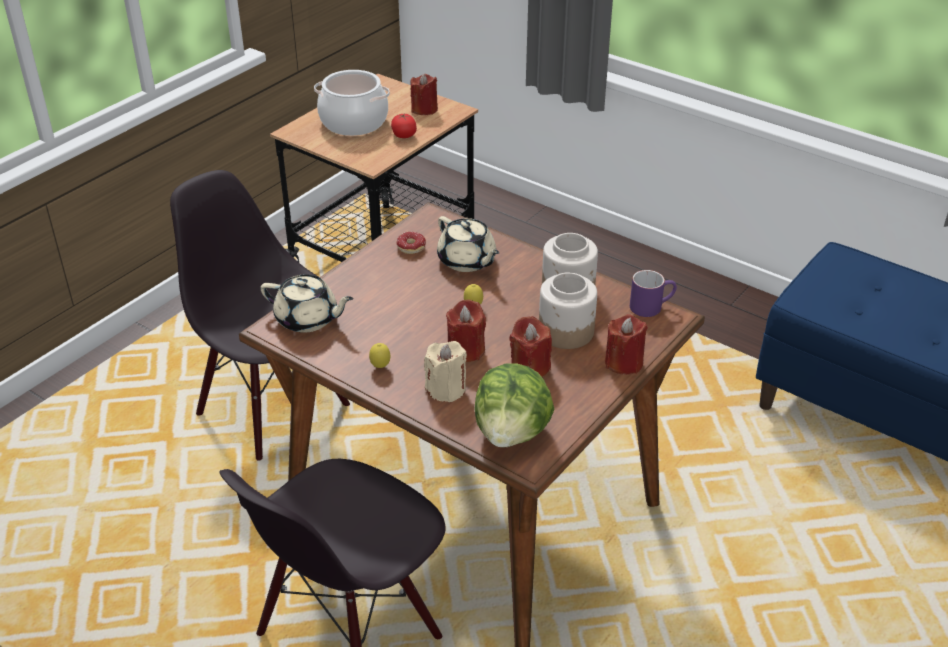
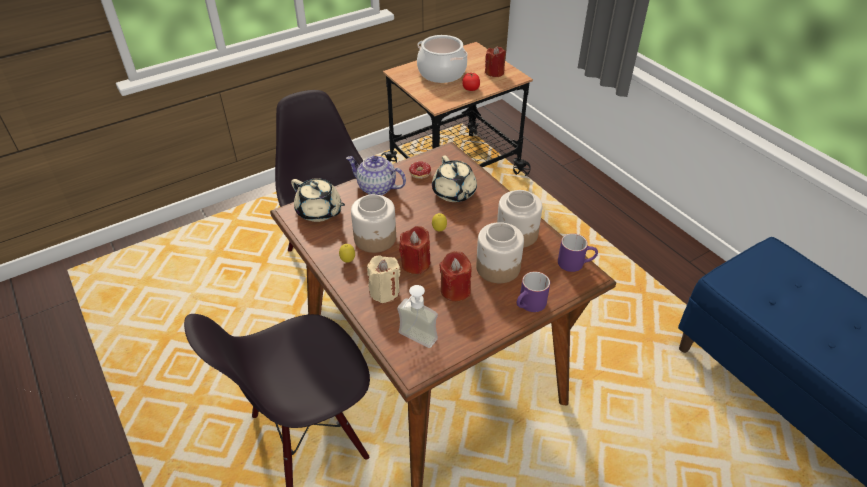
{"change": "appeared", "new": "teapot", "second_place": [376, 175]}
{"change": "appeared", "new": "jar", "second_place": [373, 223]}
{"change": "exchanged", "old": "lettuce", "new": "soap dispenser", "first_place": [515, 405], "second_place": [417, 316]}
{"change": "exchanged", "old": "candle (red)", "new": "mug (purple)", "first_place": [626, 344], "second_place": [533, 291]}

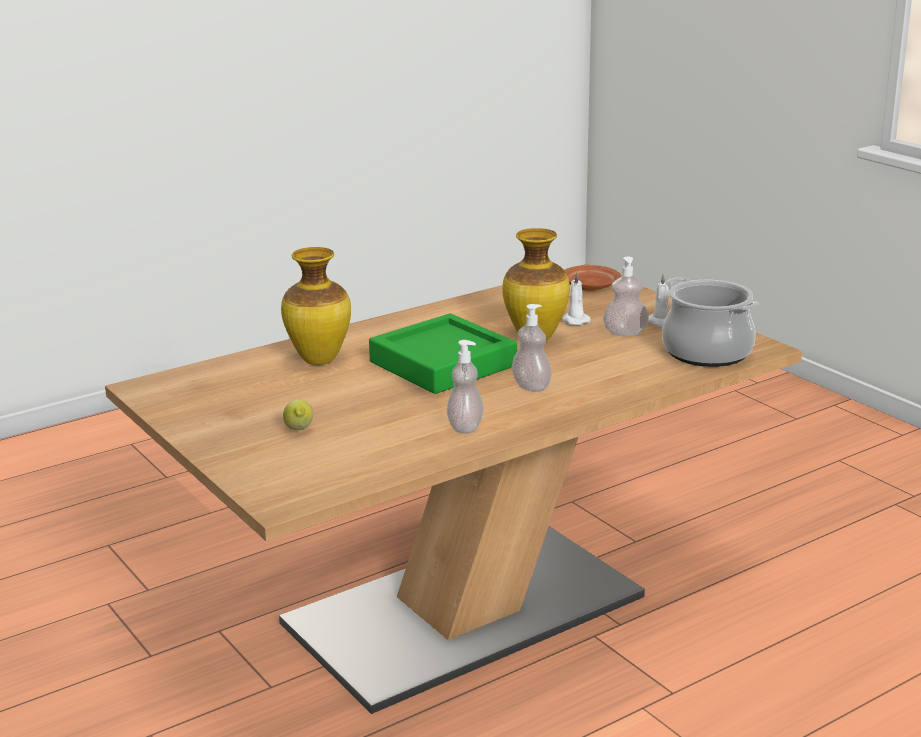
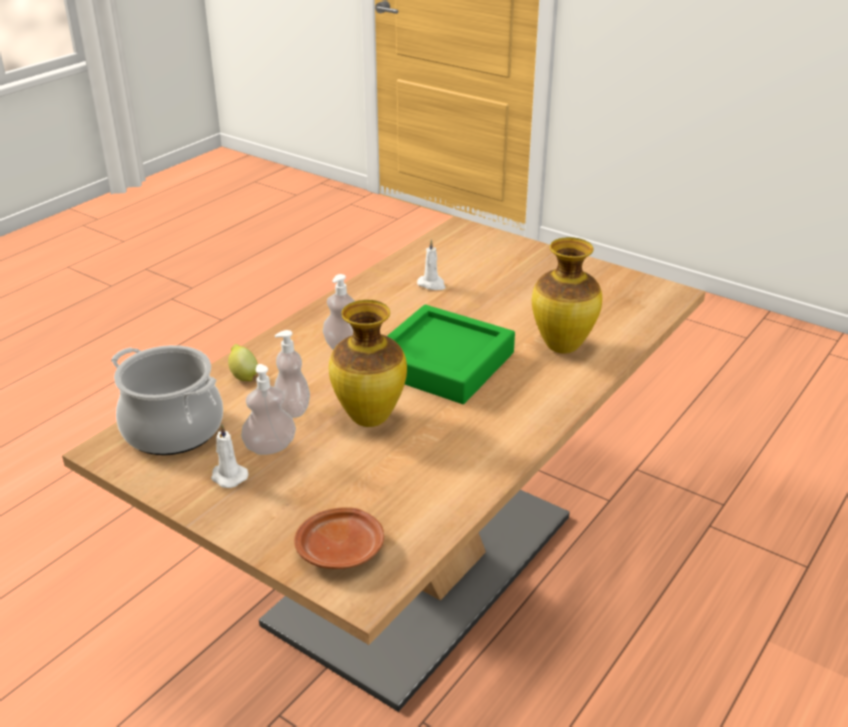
{"change": "relocated", "old": "lemon", "first_place": [298, 415], "second_place": [243, 362]}
{"change": "relocated", "old": "soap dispenser", "first_place": [465, 387], "second_place": [292, 374]}
{"change": "relocated", "old": "candle (white)", "first_place": [576, 298], "second_place": [431, 264]}

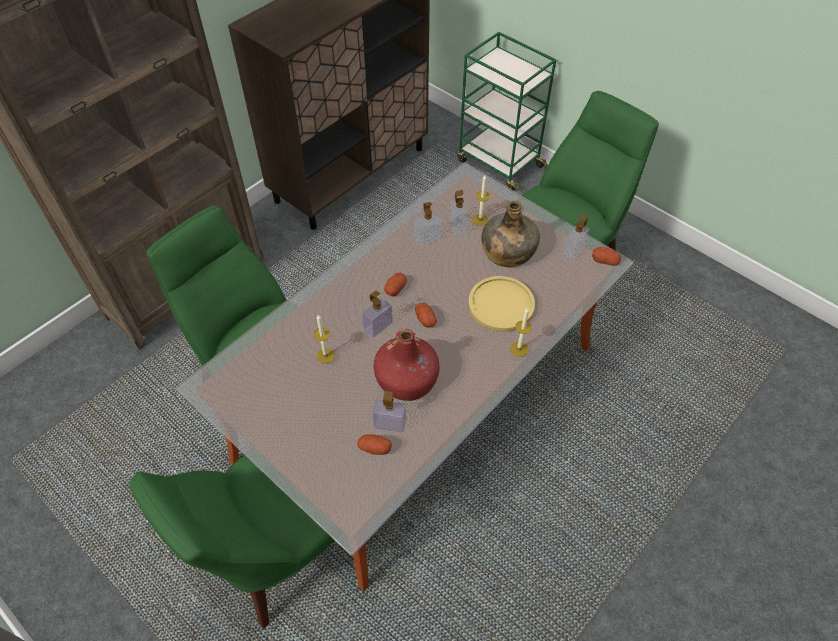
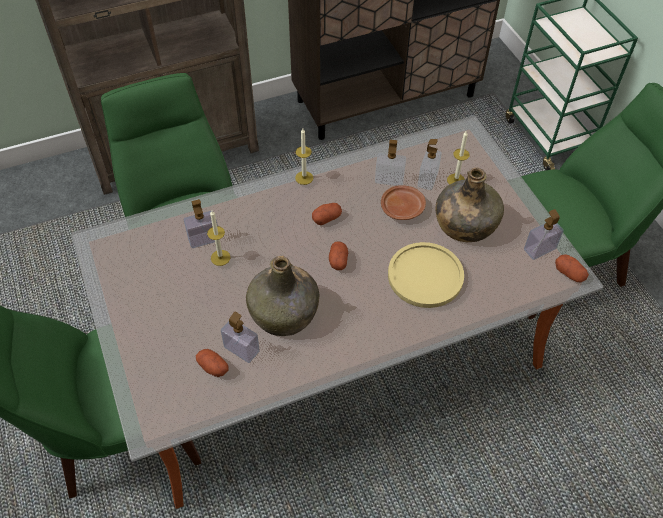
{"change": "appeared", "new": "plate (brown)", "second_place": [403, 202]}
{"change": "relocated", "old": "soap dispenser", "first_place": [377, 314], "second_place": [201, 223]}
{"change": "relocated", "old": "candle", "first_place": [521, 332], "second_place": [304, 157]}
{"change": "colour", "old": "bottle (red)", "new": "bottle (green)", "first_place": [407, 365], "second_place": [282, 296]}

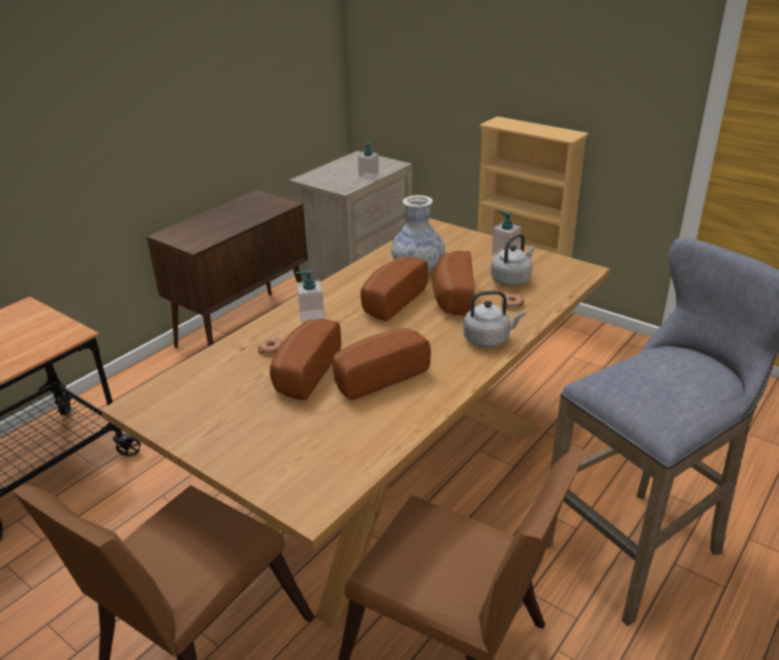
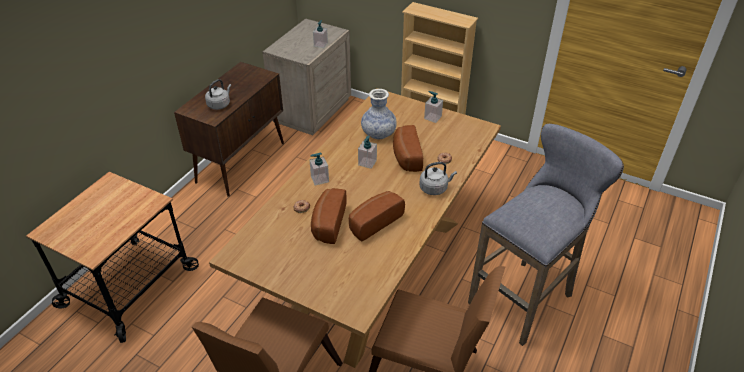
{"change": "relocated", "old": "kettle (grey)", "first_place": [513, 260], "second_place": [218, 94]}
{"change": "exchanged", "old": "bread", "new": "soap dispenser", "first_place": [394, 288], "second_place": [367, 152]}

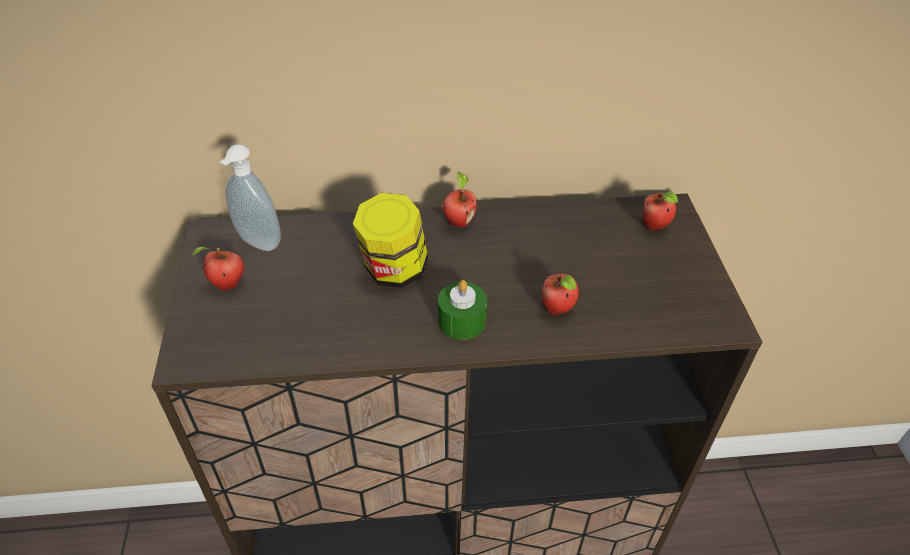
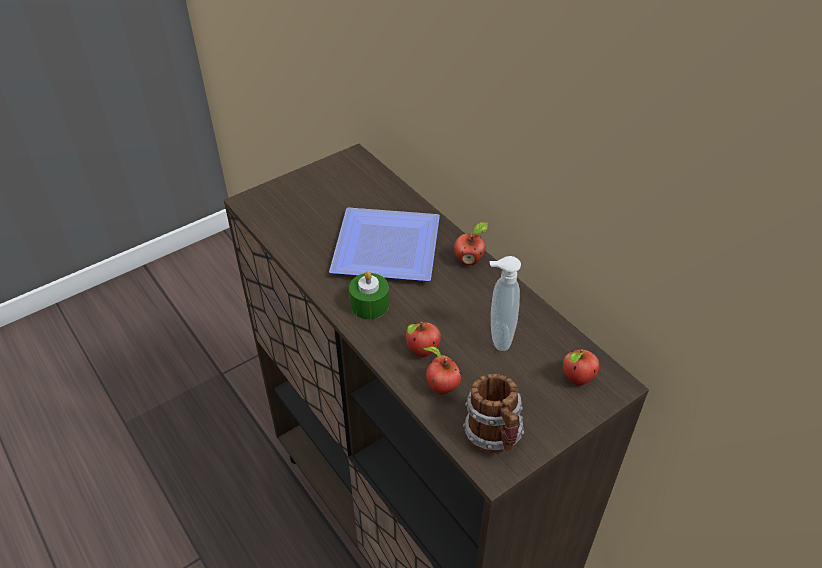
{"change": "appeared", "new": "mug", "second_place": [493, 413]}
{"change": "relocated", "old": "apple", "first_place": [218, 268], "second_place": [442, 370]}
{"change": "relocated", "old": "soap dispenser", "first_place": [250, 197], "second_place": [505, 303]}
{"change": "exchanged", "old": "jar", "new": "plate", "first_place": [390, 240], "second_place": [384, 244]}

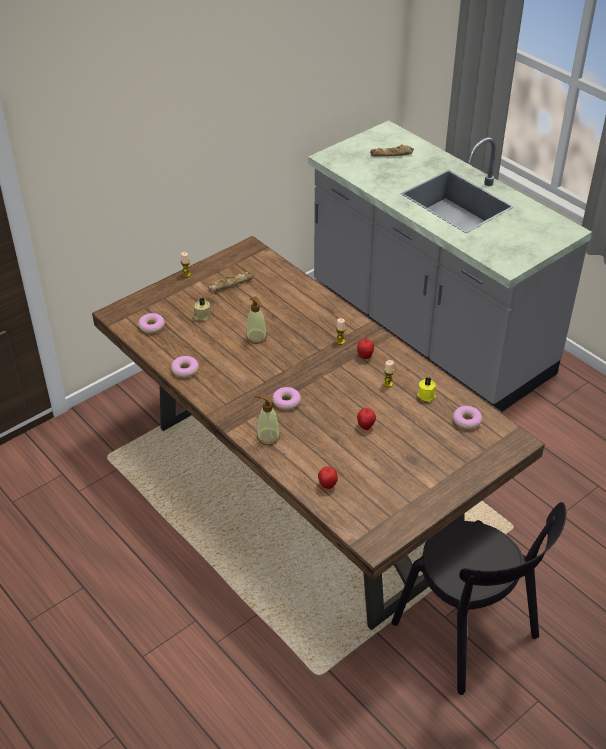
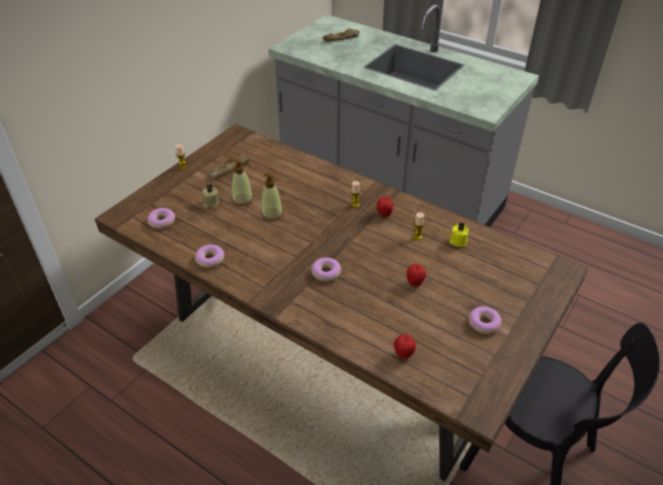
{"change": "relocated", "old": "soap dispenser", "first_place": [267, 419], "second_place": [240, 182]}
{"change": "relocated", "old": "donut", "first_place": [467, 417], "second_place": [485, 320]}

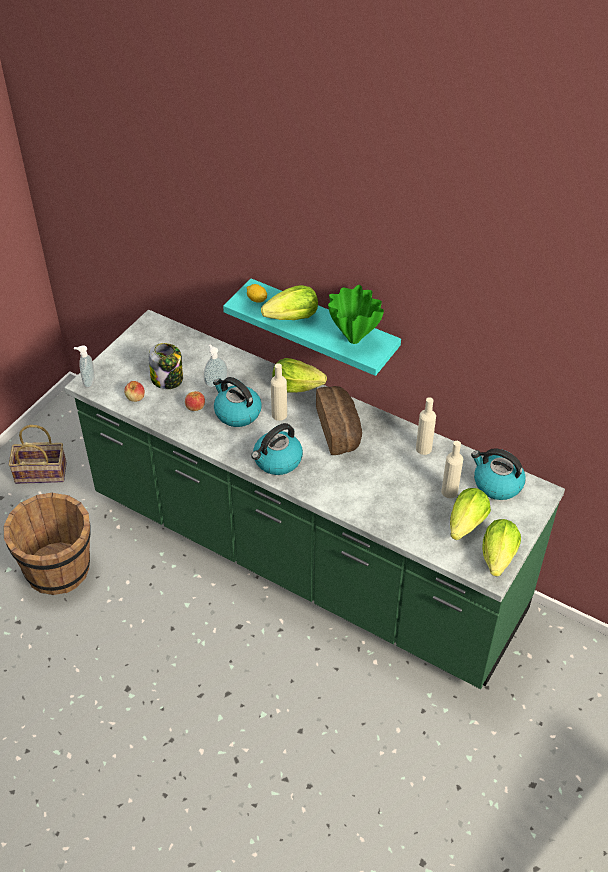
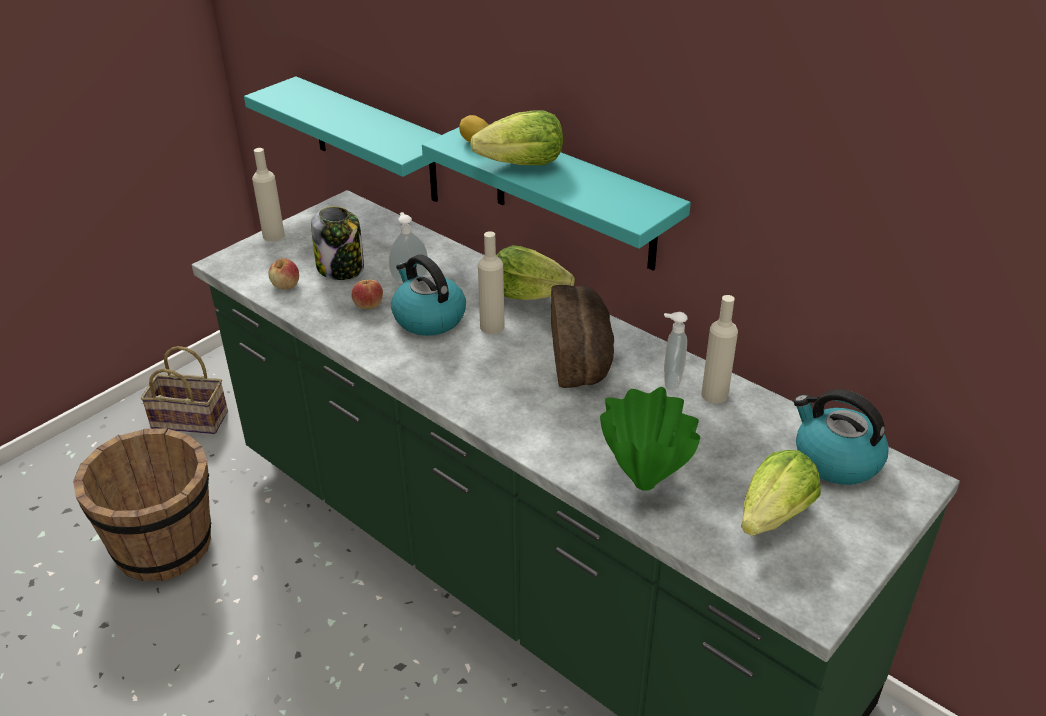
{"change": "missing", "old": "kettle", "first_place": [277, 449]}
{"change": "missing", "old": "lettuce", "first_place": [501, 548]}
{"change": "appeared", "new": "shelf (turquoise)", "second_place": [342, 139]}
{"change": "relocated", "old": "soap dispenser", "first_place": [84, 366], "second_place": [676, 351]}
{"change": "relocated", "old": "vase (green)", "first_place": [356, 314], "second_place": [650, 439]}
{"change": "relocated", "old": "bottle (beige)", "first_place": [452, 469], "second_place": [268, 195]}

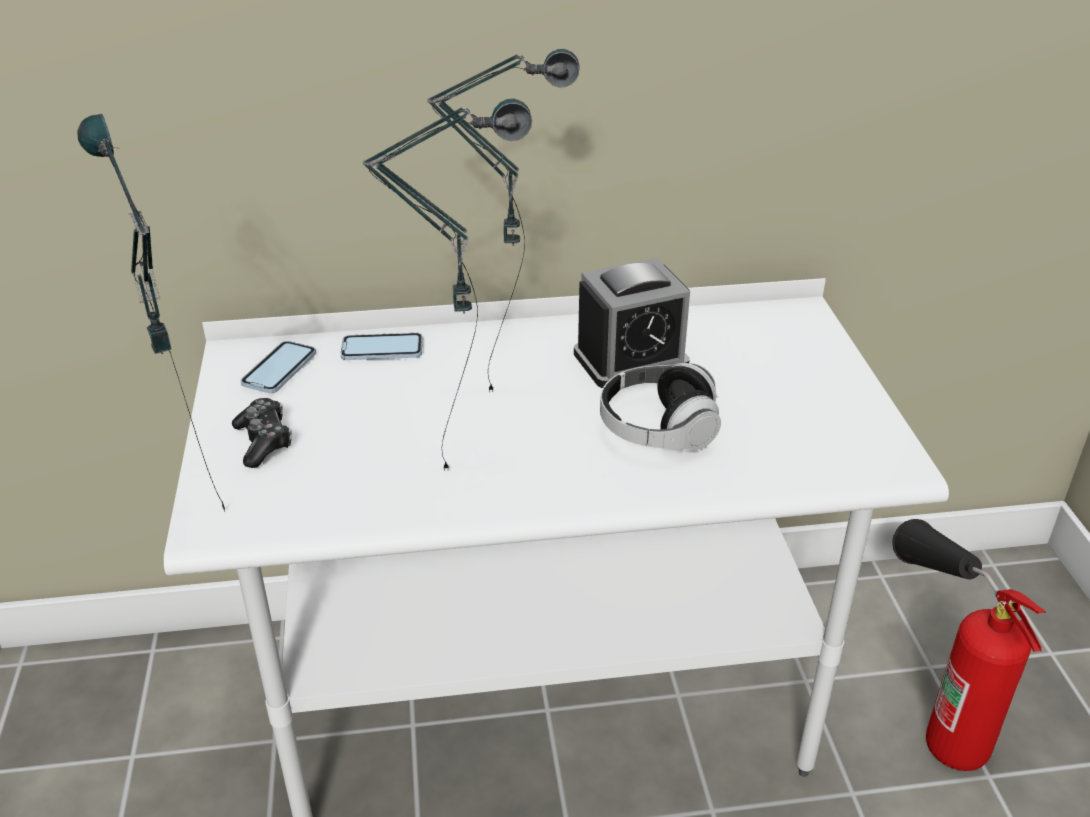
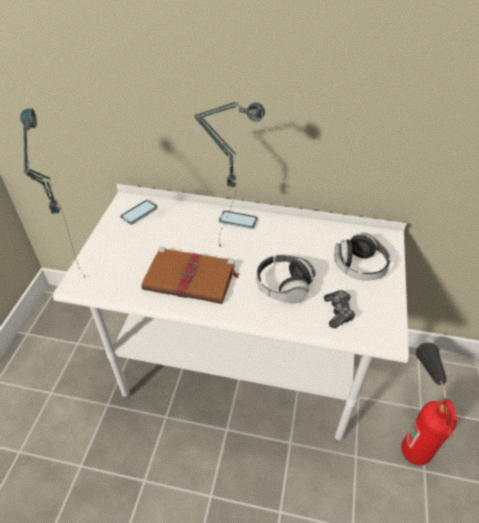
{"change": "missing", "old": "alarm clock", "first_place": [632, 323]}
{"change": "appeared", "new": "headphones", "second_place": [362, 256]}
{"change": "relocated", "old": "game controller", "first_place": [262, 433], "second_place": [339, 309]}
{"change": "relocated", "old": "phone", "first_place": [382, 346], "second_place": [238, 219]}
{"change": "exchanged", "old": "table lamp", "new": "book (brown)", "first_place": [447, 284], "second_place": [190, 275]}

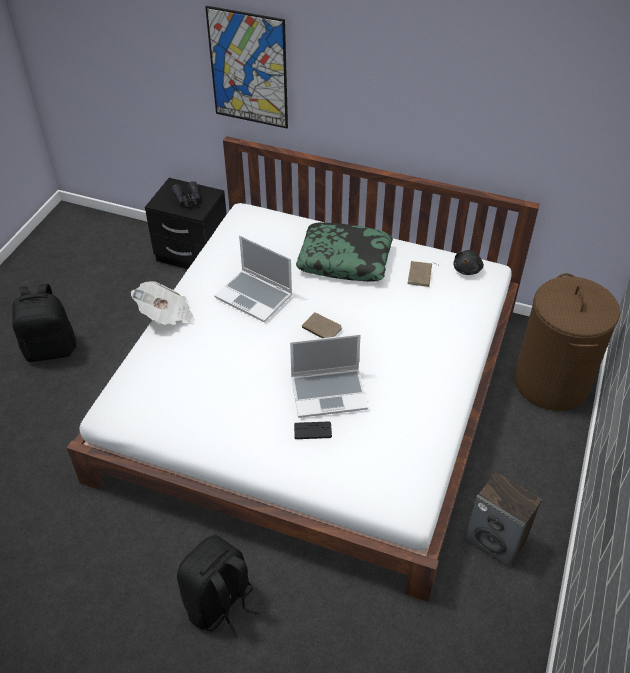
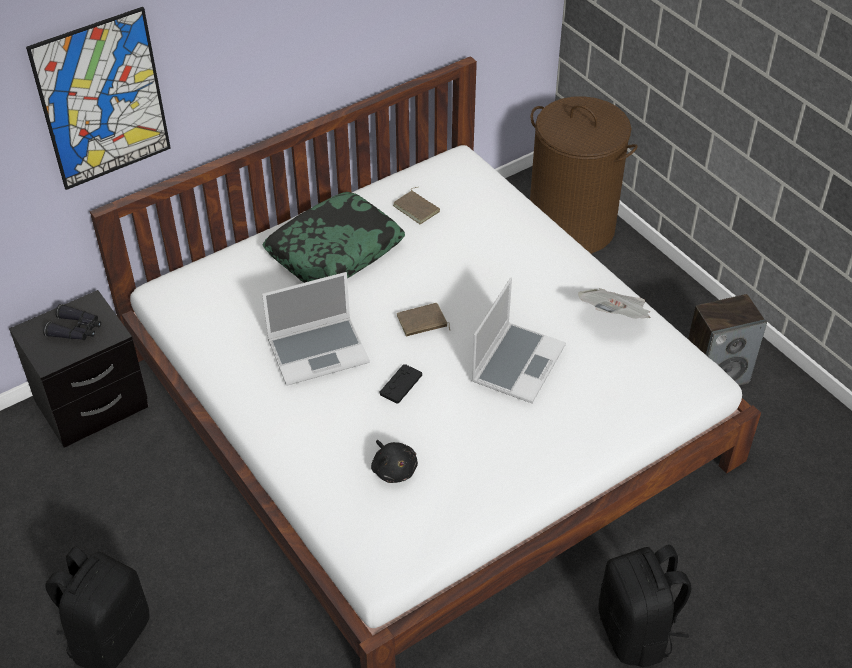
{"change": "relocated", "old": "newspaper", "first_place": [163, 303], "second_place": [614, 303]}
{"change": "relocated", "old": "game controller (black)", "first_place": [313, 430], "second_place": [401, 383]}
{"change": "relocated", "old": "plush toy (black)", "first_place": [468, 262], "second_place": [394, 461]}

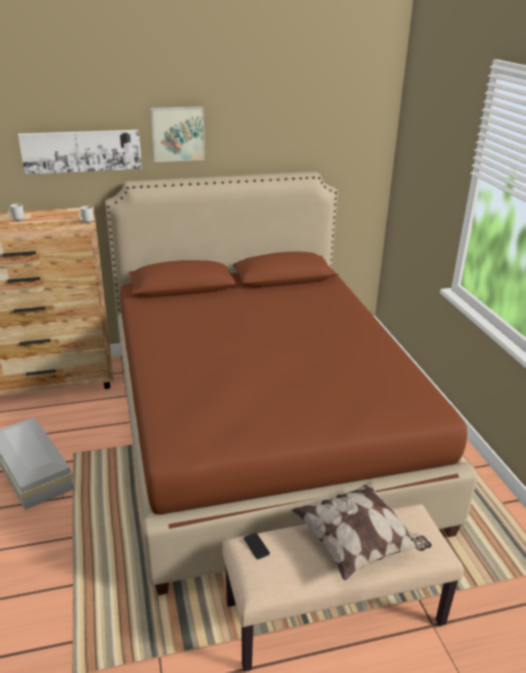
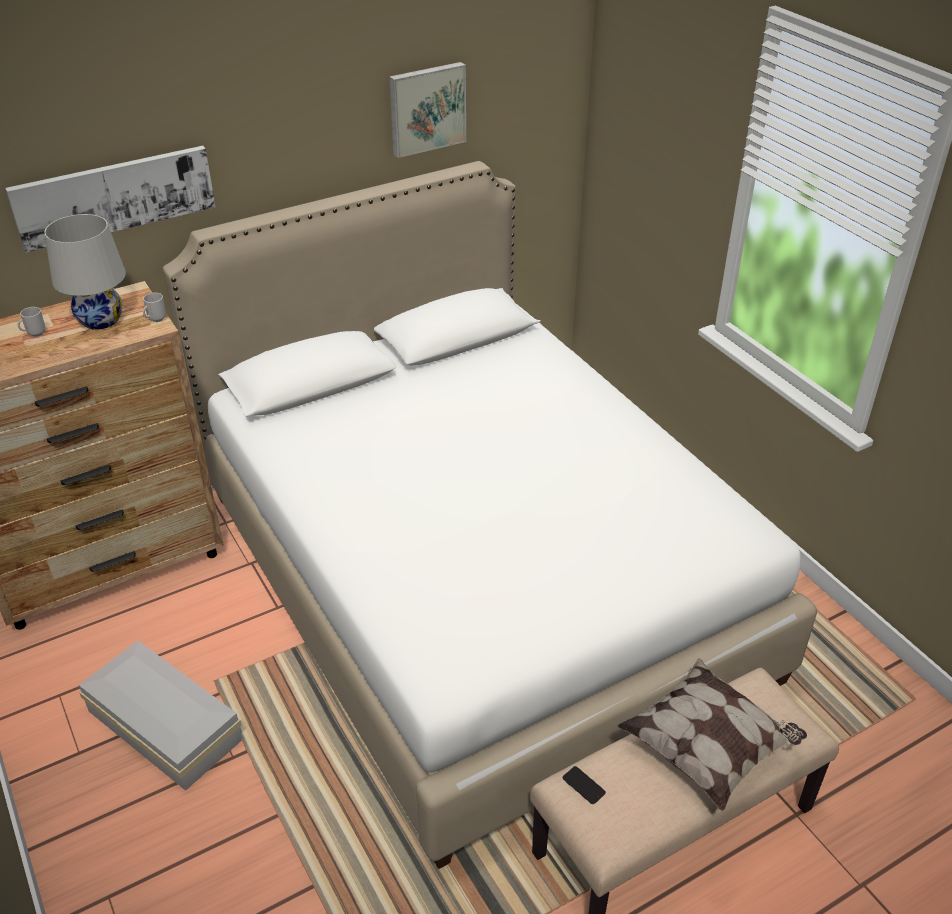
{"change": "appeared", "new": "table lamp (white)", "second_place": [85, 272]}
{"change": "relocated", "old": "picture", "first_place": [177, 134], "second_place": [427, 110]}
{"change": "colour", "old": "bed (brown)", "new": "bed (white)", "first_place": [291, 383], "second_place": [490, 515]}

